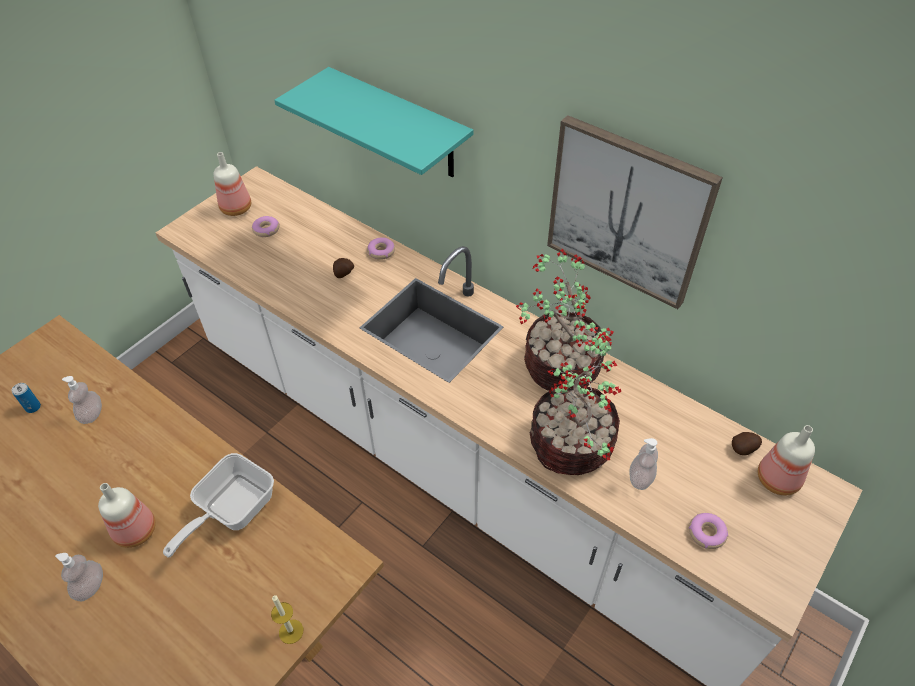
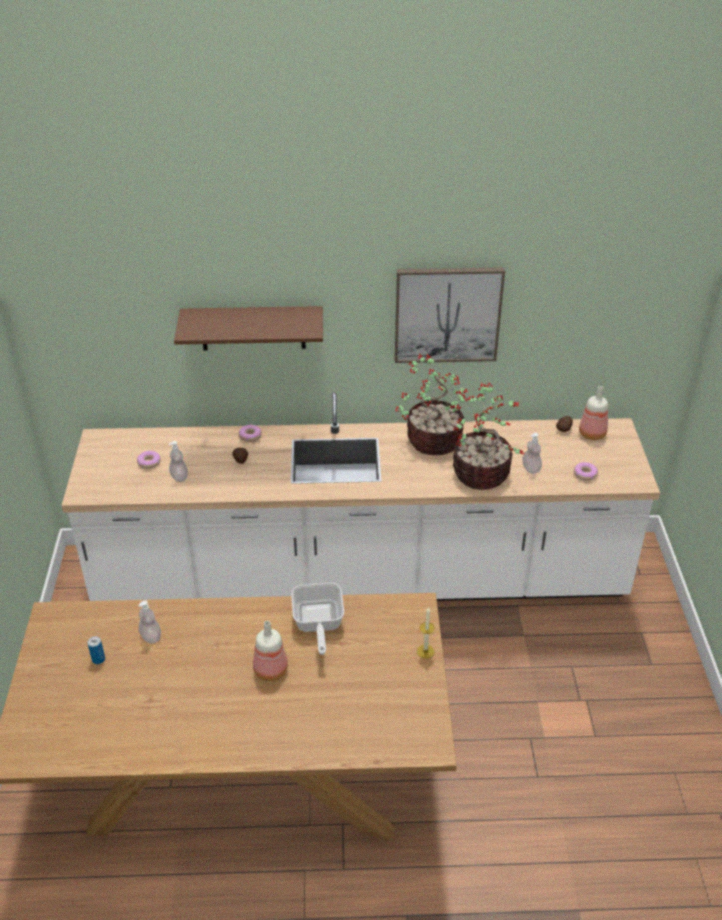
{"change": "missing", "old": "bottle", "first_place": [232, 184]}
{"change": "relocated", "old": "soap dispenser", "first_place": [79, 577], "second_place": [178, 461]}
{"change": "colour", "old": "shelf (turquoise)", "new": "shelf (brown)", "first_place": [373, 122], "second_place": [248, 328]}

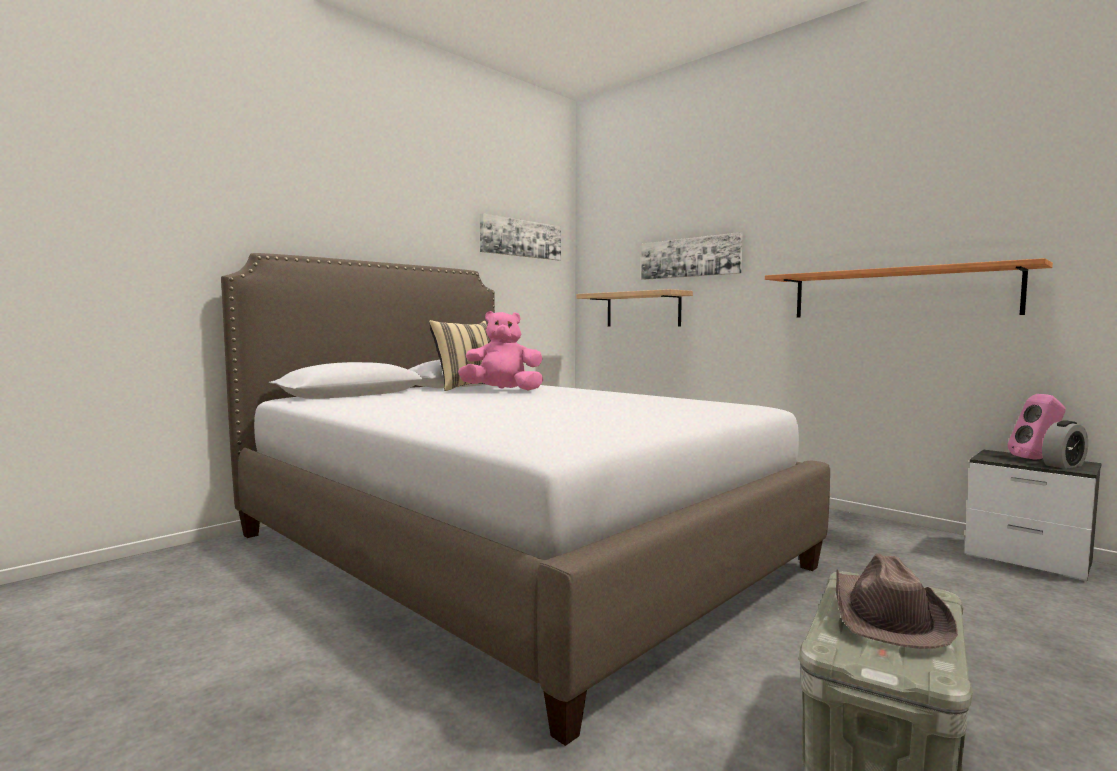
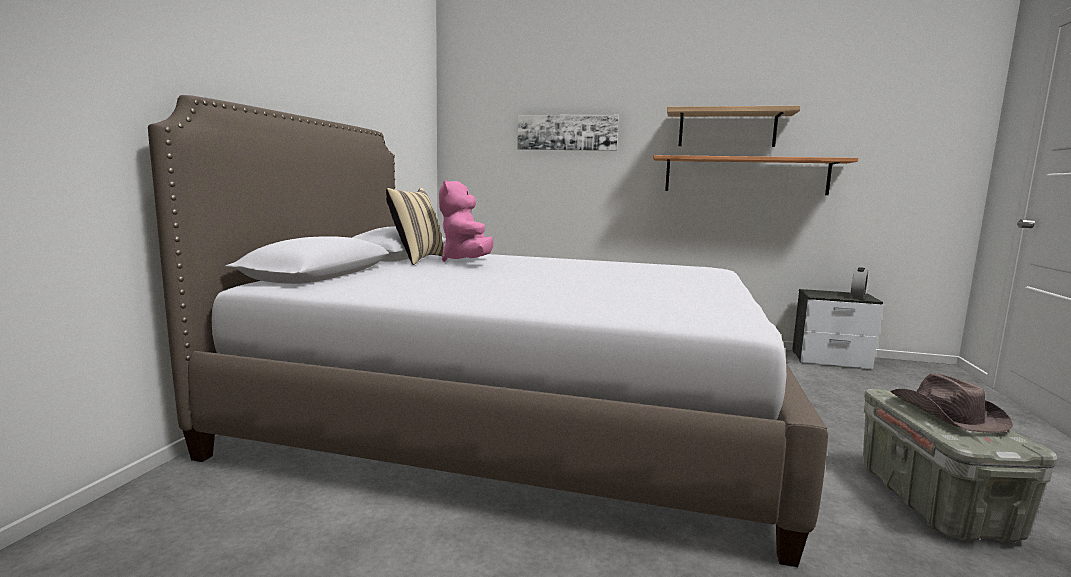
{"change": "missing", "old": "picture", "first_place": [520, 236]}
{"change": "missing", "old": "speaker (pink)", "first_place": [1036, 427]}
{"change": "relocated", "old": "shelf", "first_place": [634, 307], "second_place": [734, 126]}
{"change": "spun", "old": "plush toy (pink)", "first_place": [500, 351], "second_place": [466, 220], "degrees": -60}

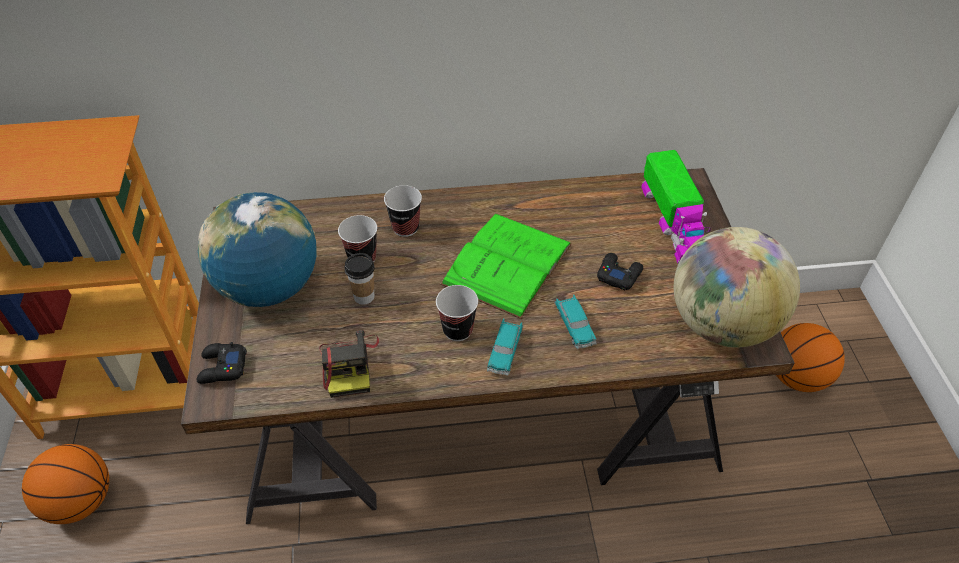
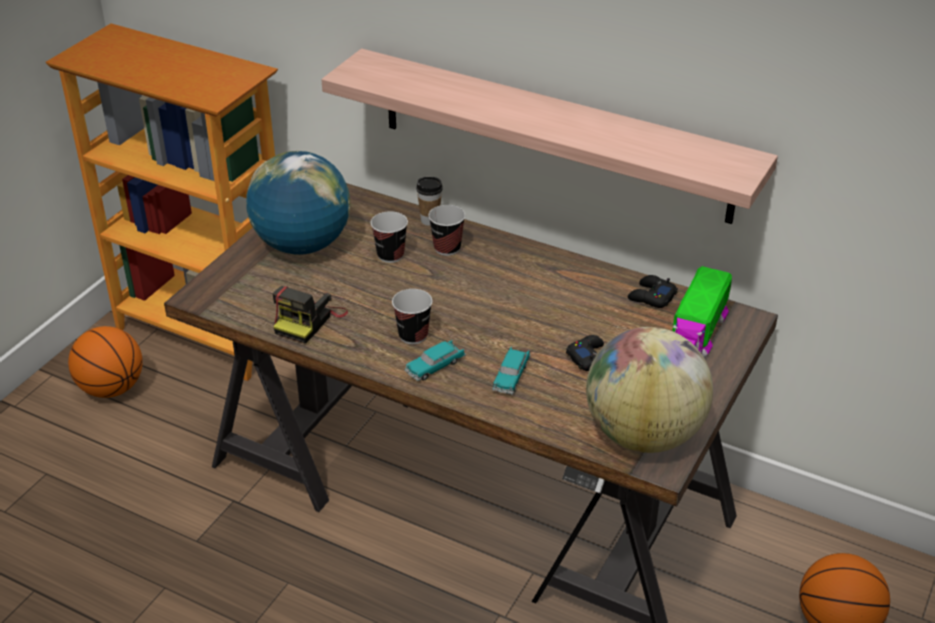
{"change": "missing", "old": "book (green)", "first_place": [506, 266]}
{"change": "appeared", "new": "shelf", "second_place": [549, 136]}
{"change": "relocated", "old": "game controller (black)", "first_place": [222, 363], "second_place": [653, 291]}
{"change": "relocated", "old": "cup", "first_place": [359, 279], "second_place": [429, 201]}

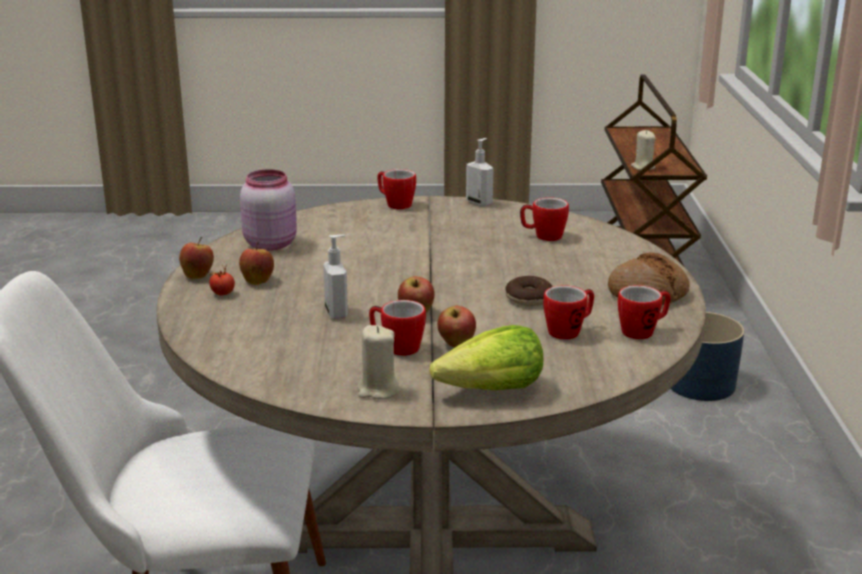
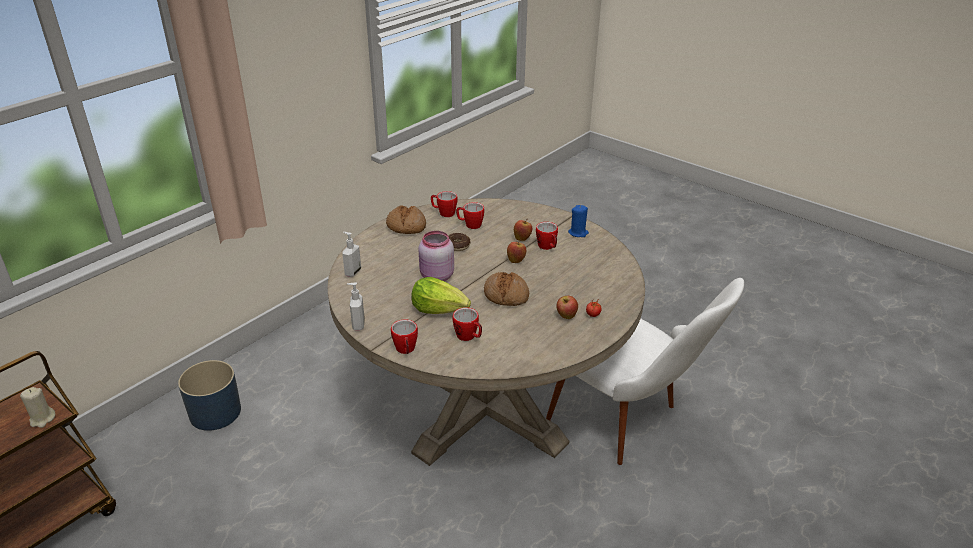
{"change": "missing", "old": "apple", "first_place": [196, 258]}
{"change": "appeared", "new": "bread", "second_place": [506, 289]}
{"change": "relocated", "old": "jar (pink)", "first_place": [268, 210], "second_place": [436, 256]}
{"change": "relocated", "old": "soap dispenser", "first_place": [335, 277], "second_place": [351, 254]}
{"change": "relocated", "old": "lettuce", "first_place": [486, 357], "second_place": [441, 295]}
{"change": "relocated", "old": "mug", "first_place": [544, 219], "second_place": [467, 324]}
{"change": "colour", "old": "candle (beige)", "new": "candle (blue)", "first_place": [378, 362], "second_place": [578, 221]}

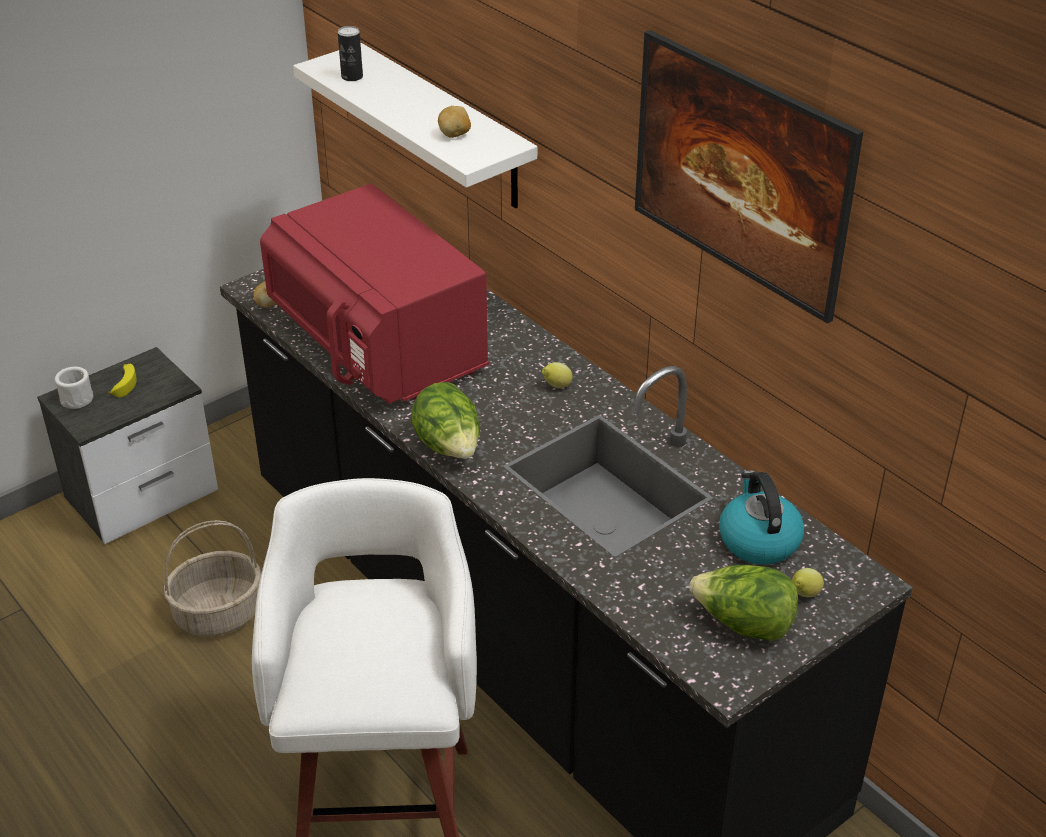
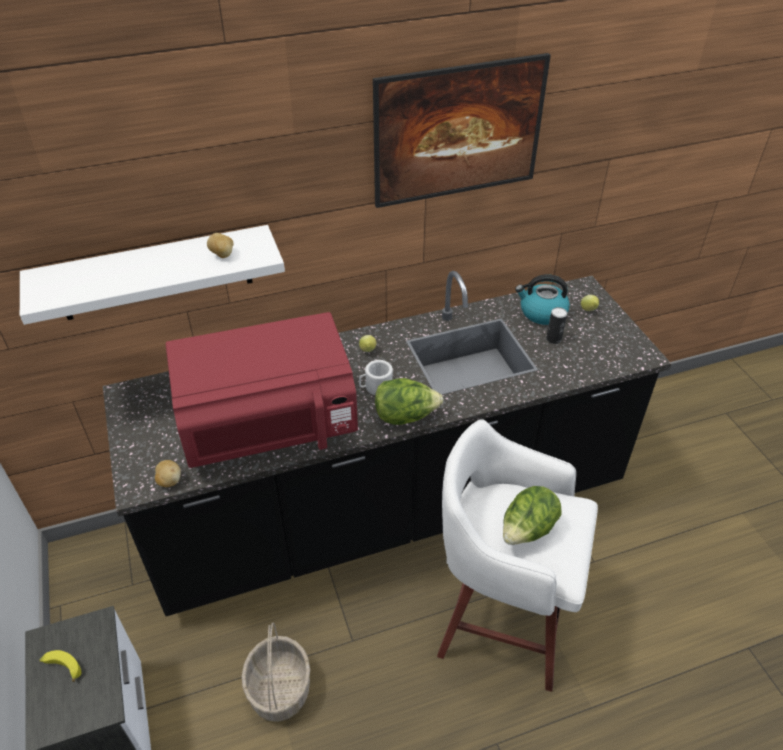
{"change": "relocated", "old": "mug (white)", "first_place": [74, 388], "second_place": [376, 377]}
{"change": "relocated", "old": "can", "first_place": [350, 53], "second_place": [556, 325]}
{"change": "relocated", "old": "lettuce", "first_place": [744, 603], "second_place": [532, 515]}

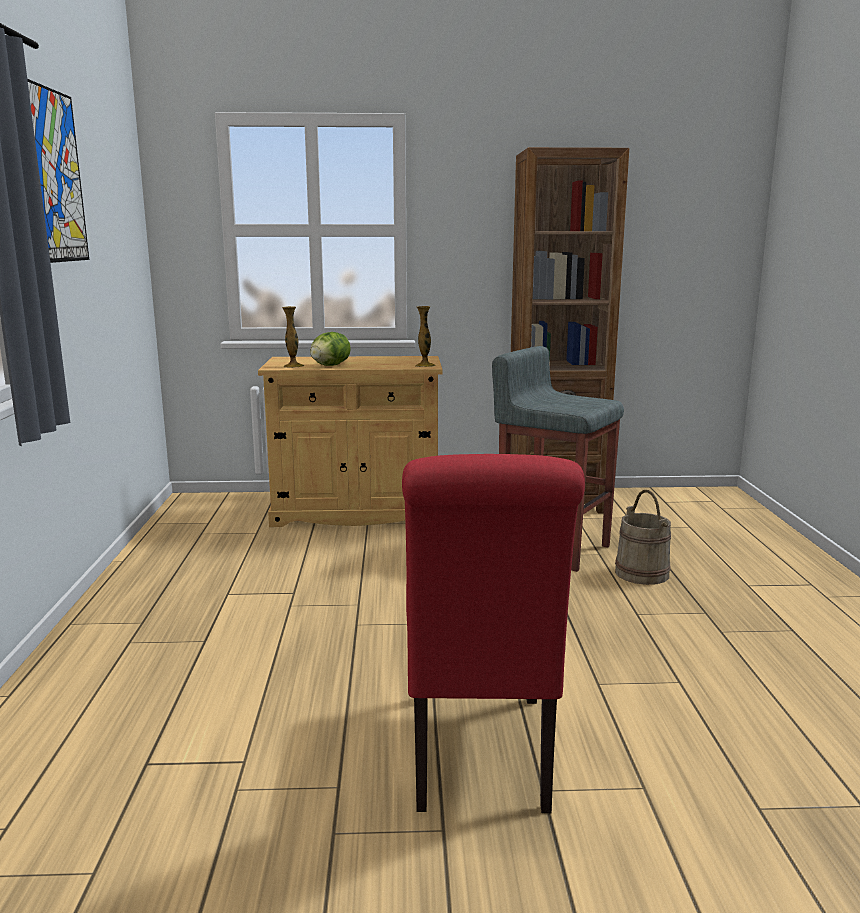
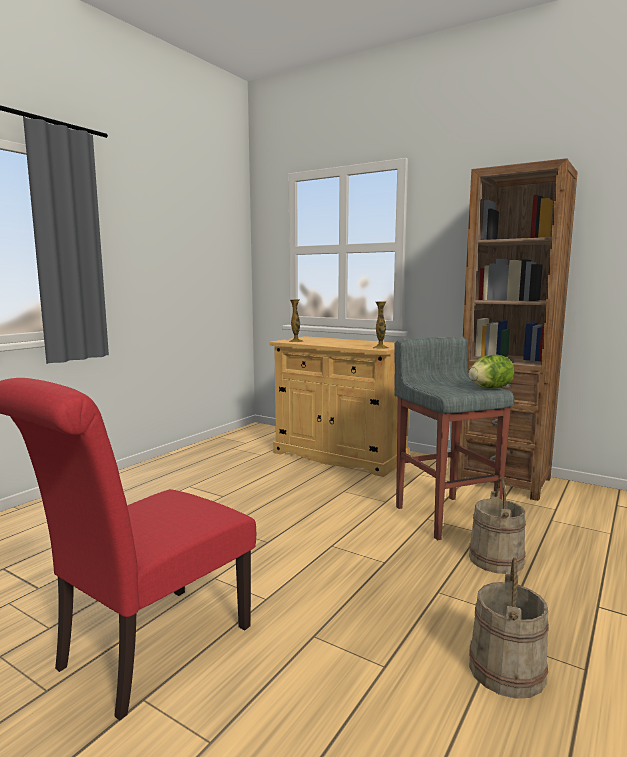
{"change": "missing", "old": "picture", "first_place": [58, 171]}
{"change": "appeared", "new": "bucket (beige)", "second_place": [509, 628]}
{"change": "relocated", "old": "lettuce", "first_place": [330, 349], "second_place": [491, 371]}

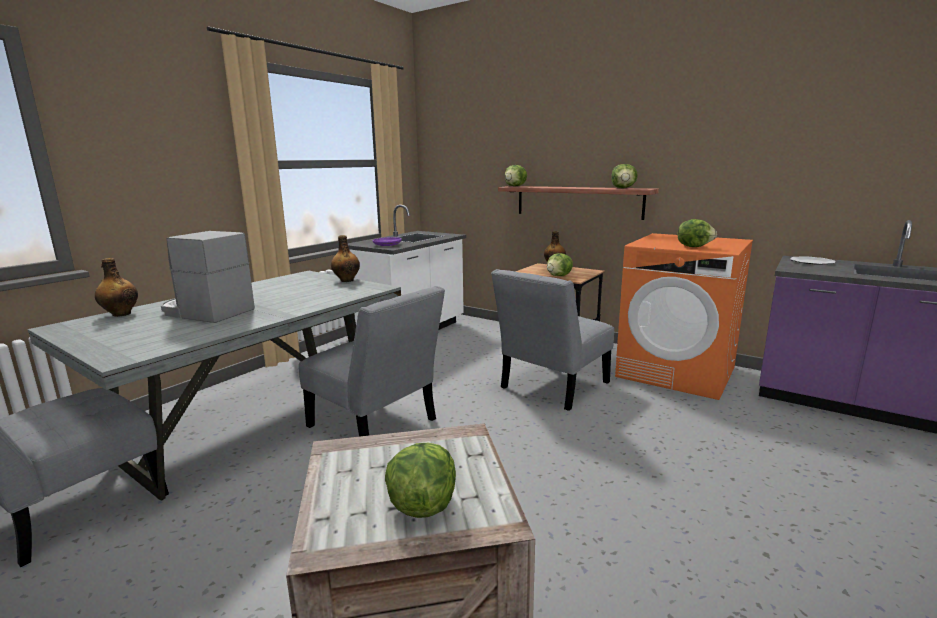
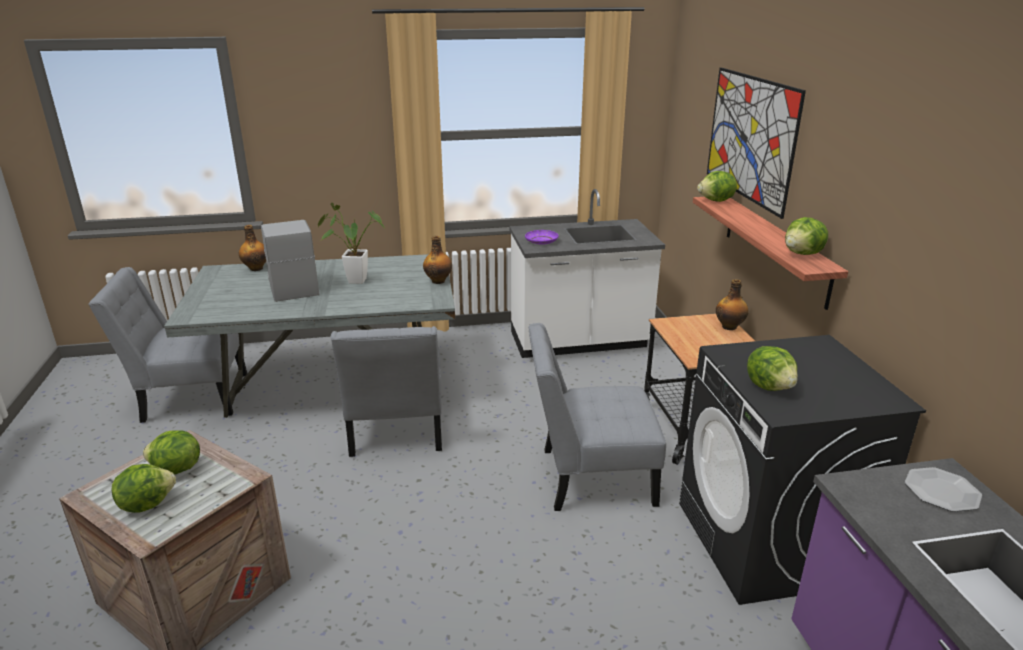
{"change": "appeared", "new": "potted plant", "second_place": [352, 243]}
{"change": "appeared", "new": "picture", "second_place": [756, 143]}
{"change": "relocated", "old": "lettuce", "first_place": [560, 264], "second_place": [171, 452]}
{"change": "colour", "old": "washing machine (orange)", "new": "washing machine (black)", "first_place": [684, 316], "second_place": [802, 470]}

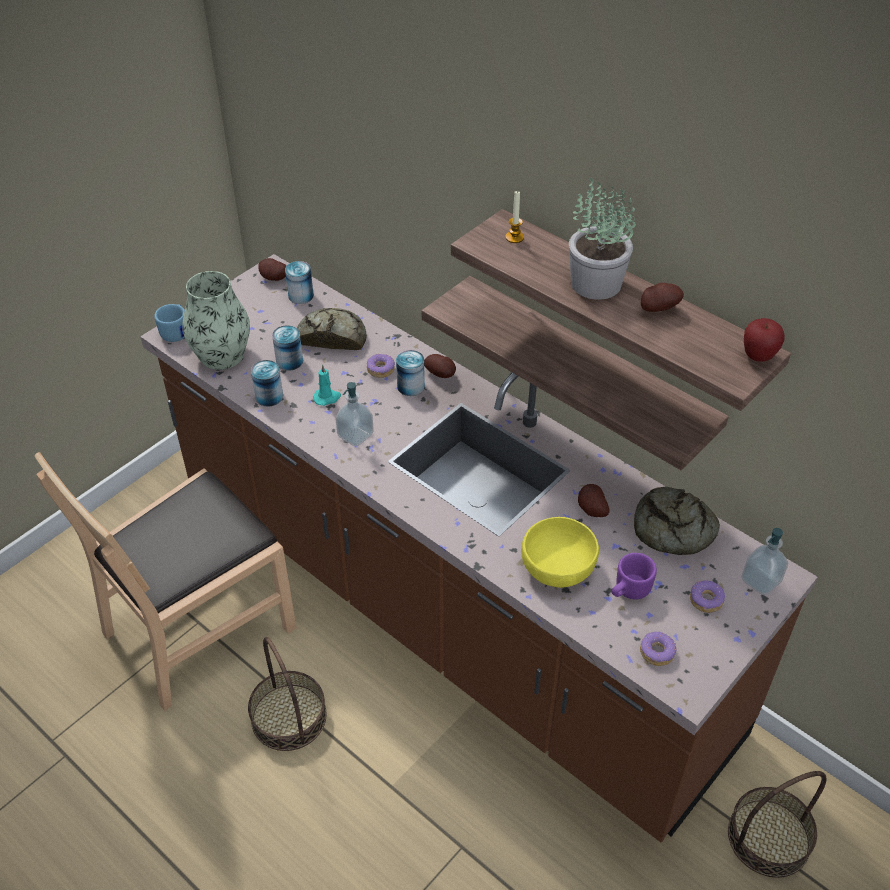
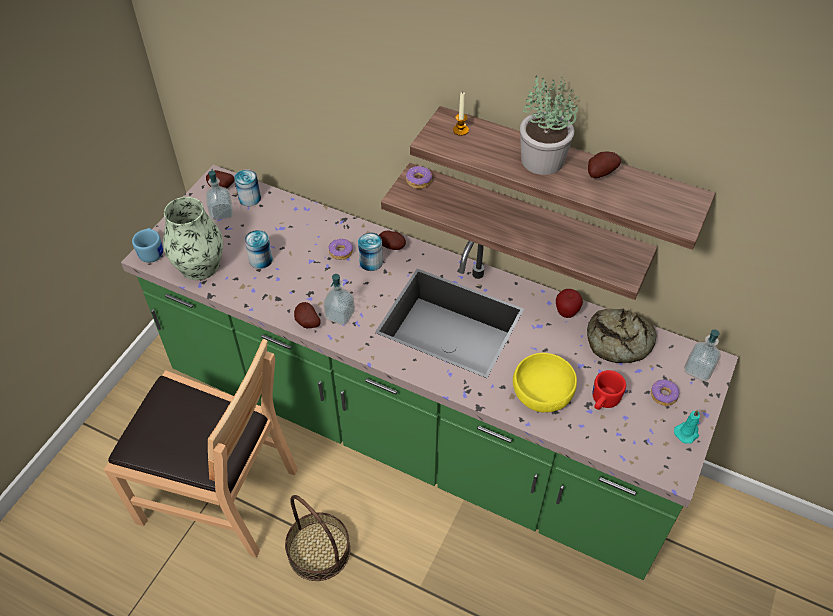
{"change": "missing", "old": "can", "first_place": [267, 383]}
{"change": "missing", "old": "bread", "first_place": [332, 329]}
{"change": "missing", "old": "basket", "first_place": [777, 824]}
{"change": "appeared", "new": "soap dispenser", "second_place": [219, 194]}
{"change": "relocated", "old": "candle (turquoise)", "first_place": [327, 385], "second_place": [687, 427]}
{"change": "relocated", "old": "potato", "first_place": [594, 500], "second_place": [307, 315]}
{"change": "relocated", "old": "donut", "first_place": [658, 649], "second_place": [419, 177]}
{"change": "relocated", "old": "apple", "first_place": [764, 340], "second_place": [569, 303]}
{"change": "colour", "old": "counter (brown)", "new": "counter (green)", "first_place": [479, 548], "second_place": [429, 372]}
{"change": "colour", "old": "mug (purple)", "new": "mug (red)", "first_place": [634, 576], "second_place": [609, 390]}
{"change": "spun", "old": "chair (brown)", "first_place": [166, 581], "second_place": [201, 448], "degrees": -105}

